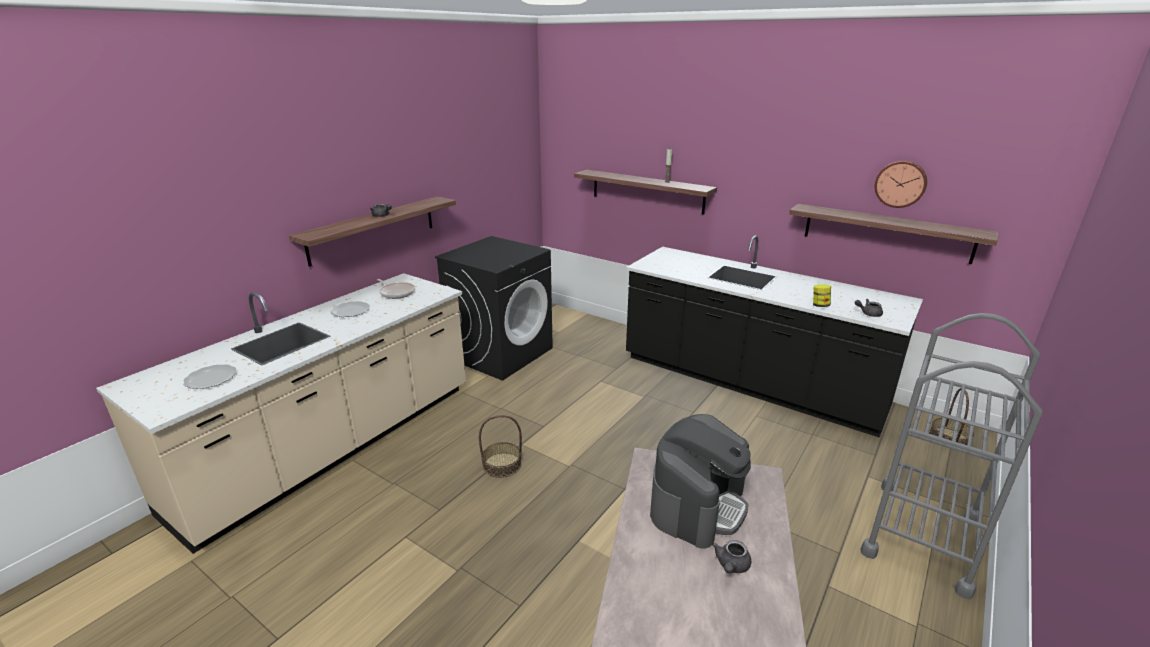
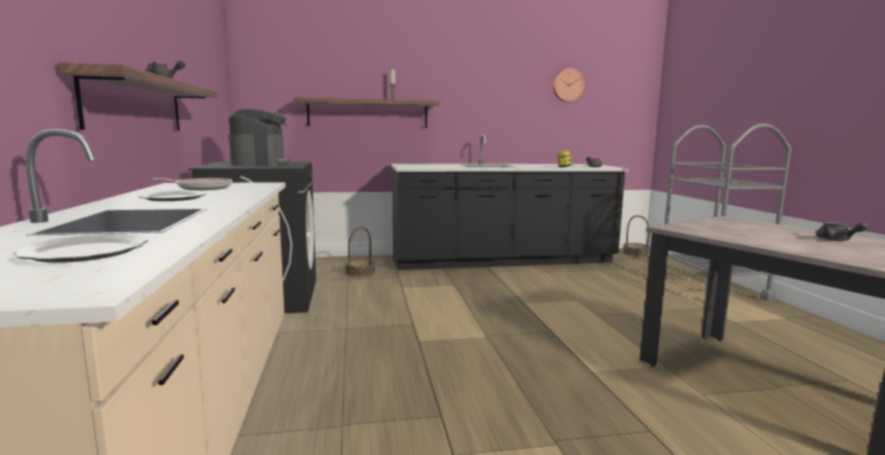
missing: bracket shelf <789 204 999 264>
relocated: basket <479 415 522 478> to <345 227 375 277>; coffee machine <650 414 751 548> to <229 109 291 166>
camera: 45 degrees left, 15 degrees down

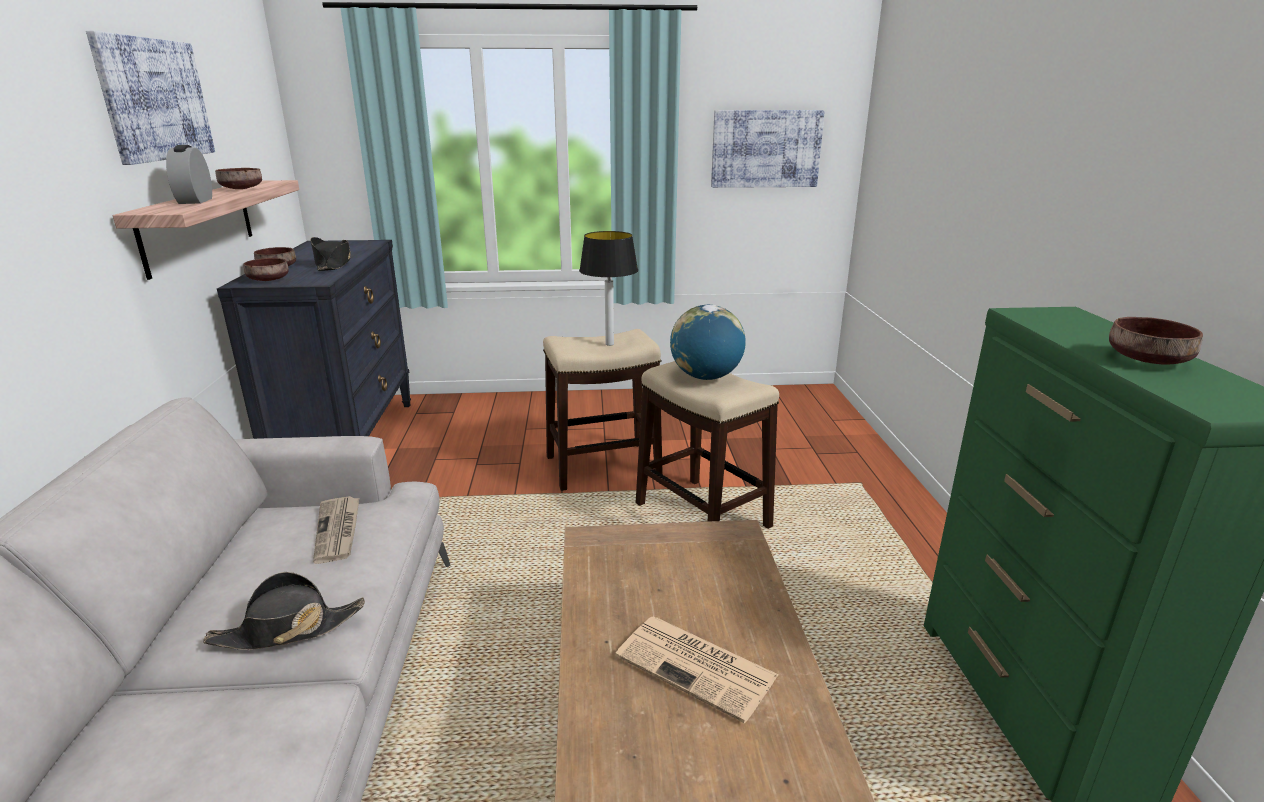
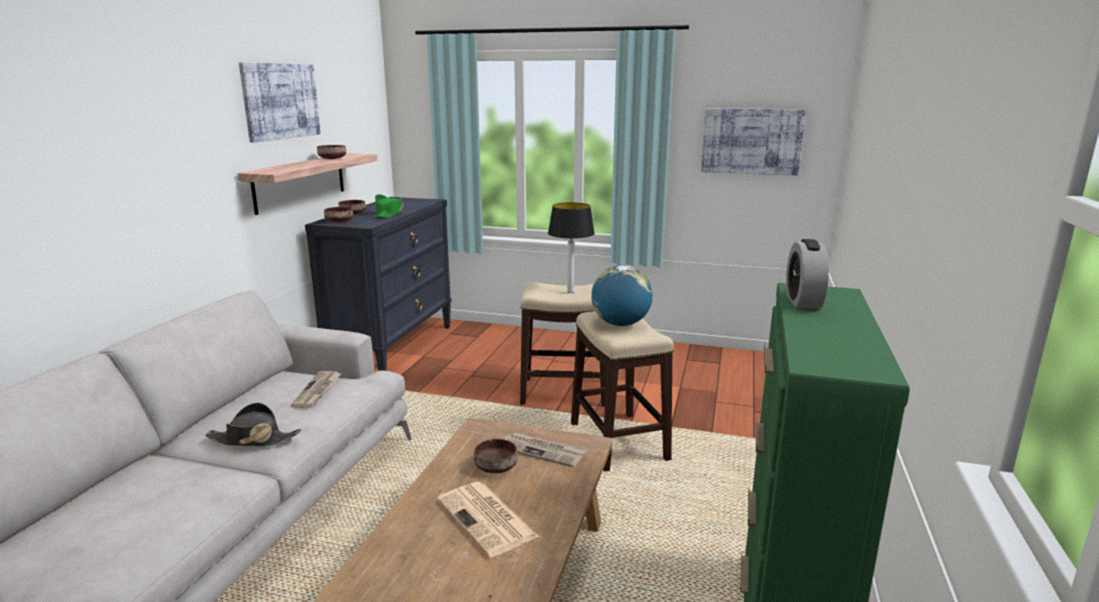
appeared: daily paper <504 432 587 467>
relocated: alarm clock <166 145 212 204> to <786 239 829 309>; deep dish/brown <1109 317 1203 365> to <474 439 518 473>
colour: hat/black-coloured <310 237 351 271> to hat/green-coloured <373 194 404 218>
camera: 20 degrees right, 5 degrees down

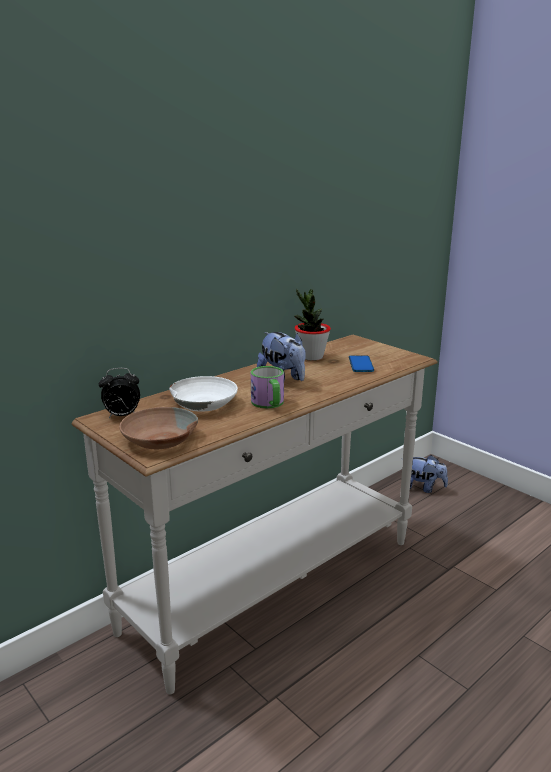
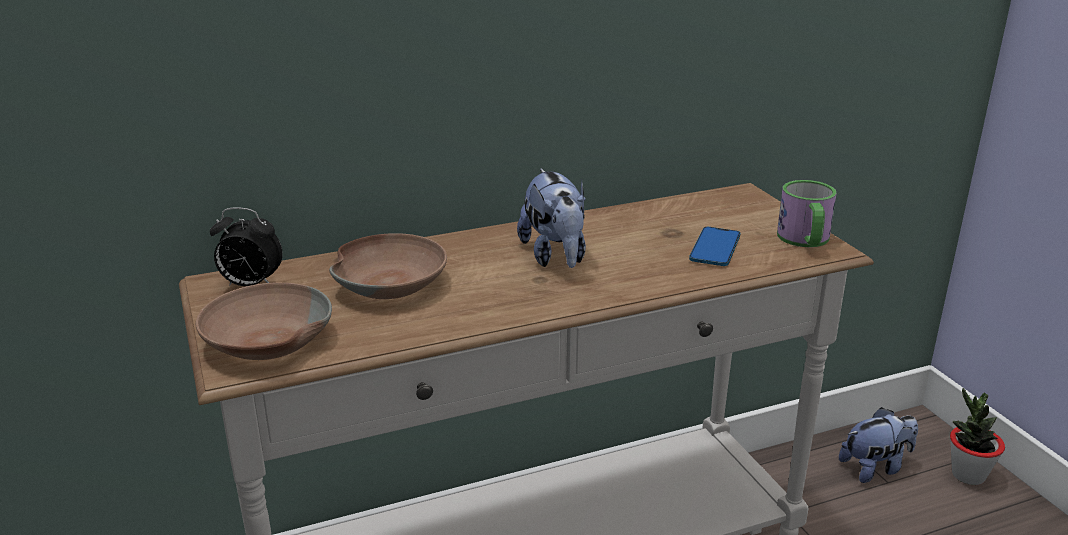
relocated: mug <251 366 284 409> to <777 180 837 247>; potted plant <294 289 331 361> to <950 388 1005 485>
colour: deep dish/whitish <169 376 238 412> to deep dish/brown <329 233 447 299>
spun: plush toy <410 455 448 493> = <839 407 918 483> 60 degrees counterclockwise
camera: 20 degrees right, 5 degrees up

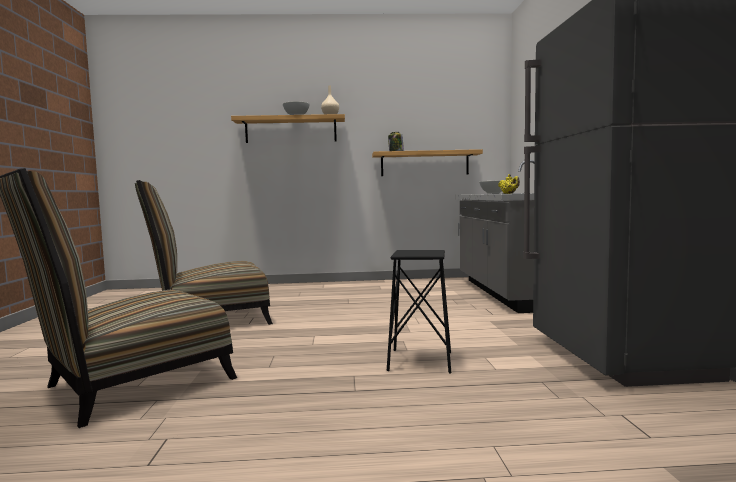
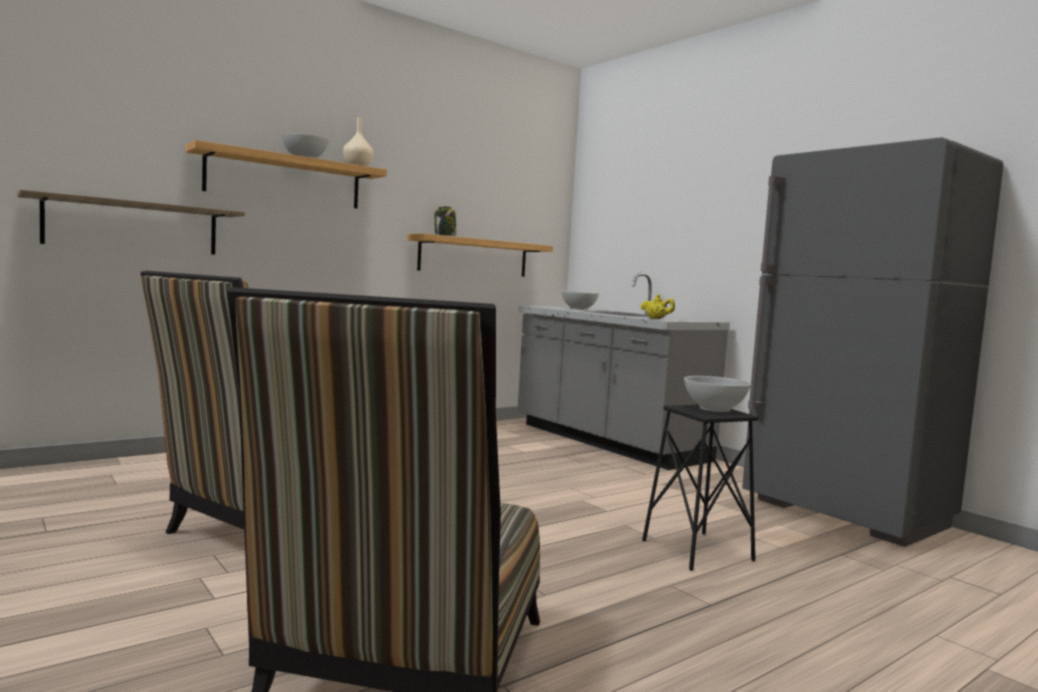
appeared: bracket shelf <17 190 245 255>; deep dish/whitish <684 376 751 412>
camera: 35 degrees left, 0 degrees up

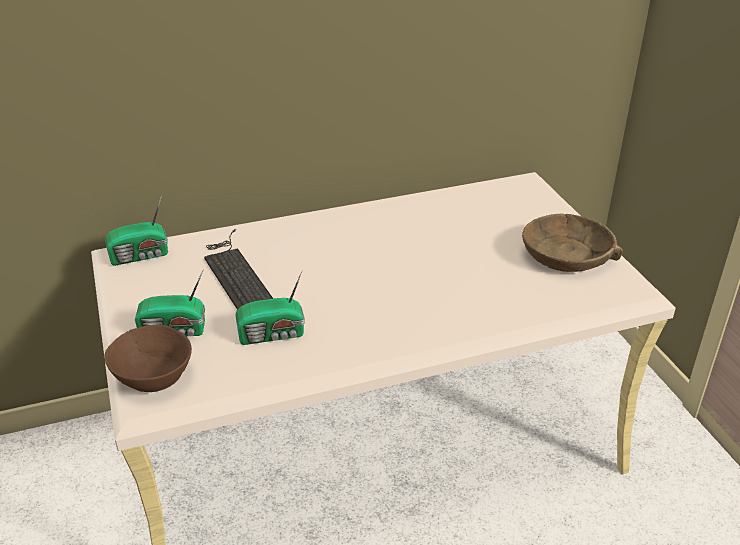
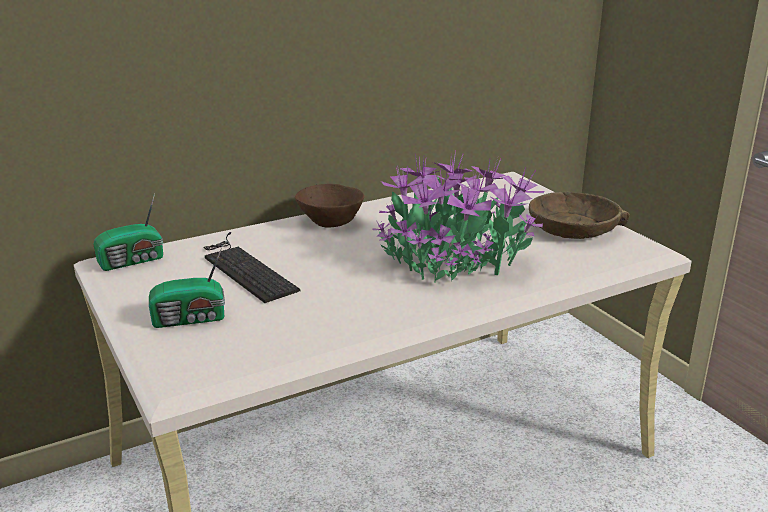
missing: radio <235 270 305 345>
appeared: potted plant <373 150 544 281>
relocated: deep dish/brown <104 325 192 392> to <295 184 364 228>
camera: 10 degrees left, 10 degrees down

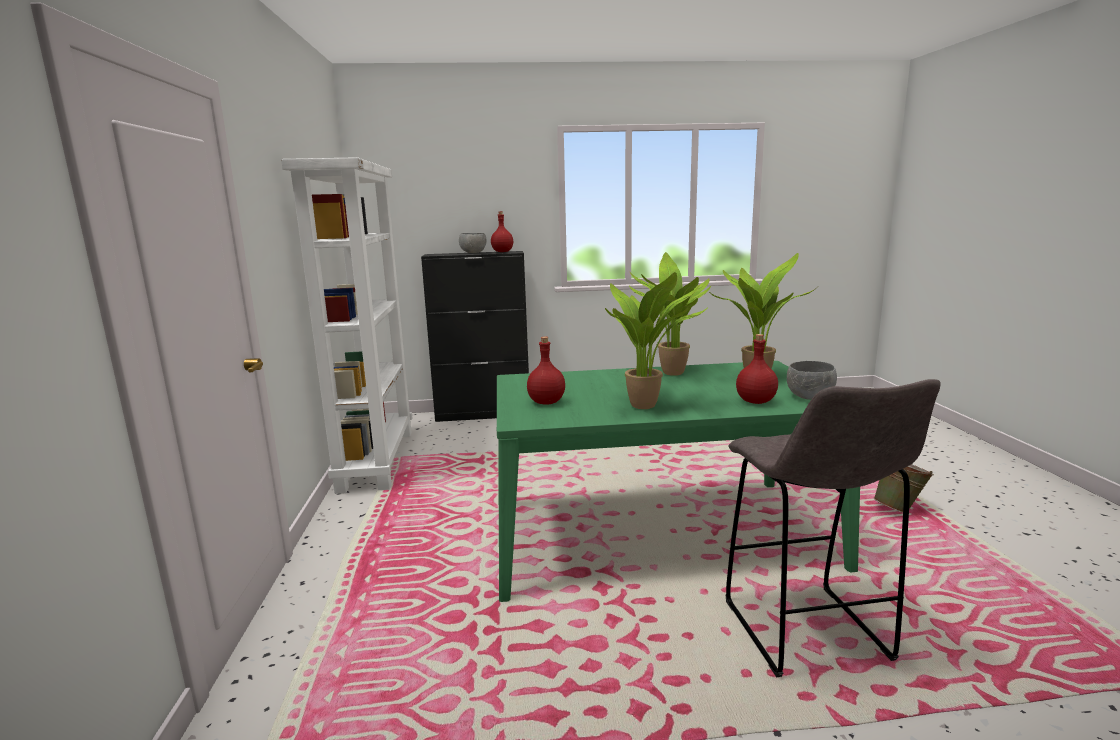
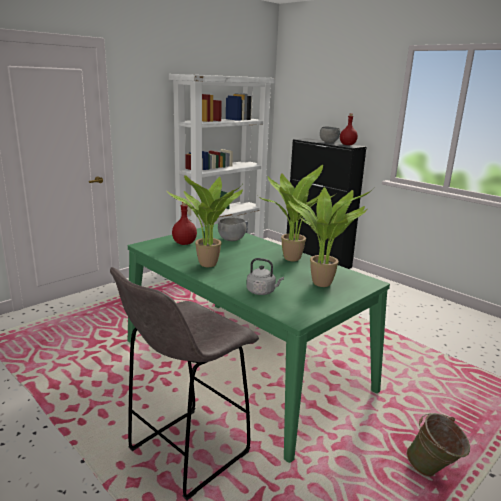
relocated: deep dish/grey <787 361 837 400> to <218 217 246 241>
exchanged: beverage bottle/reddish <736 334 778 404> to water kettle/grey <246 258 284 295>
camera: 50 degrees right, 5 degrees up

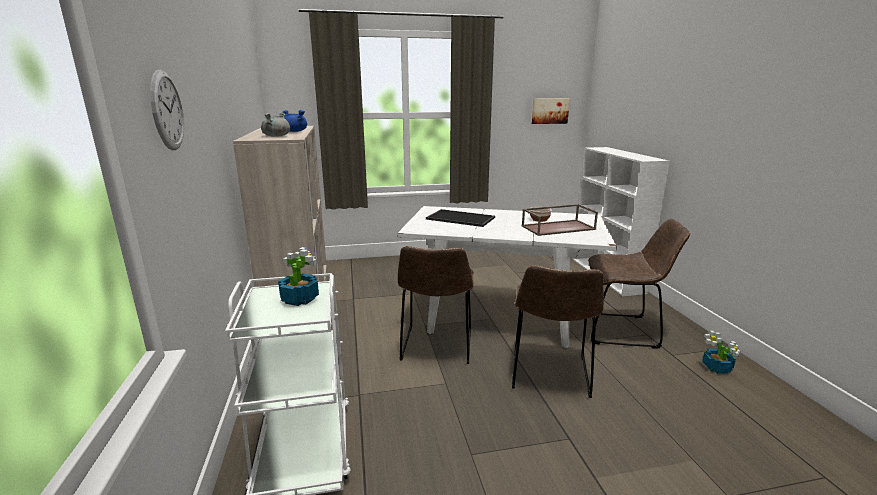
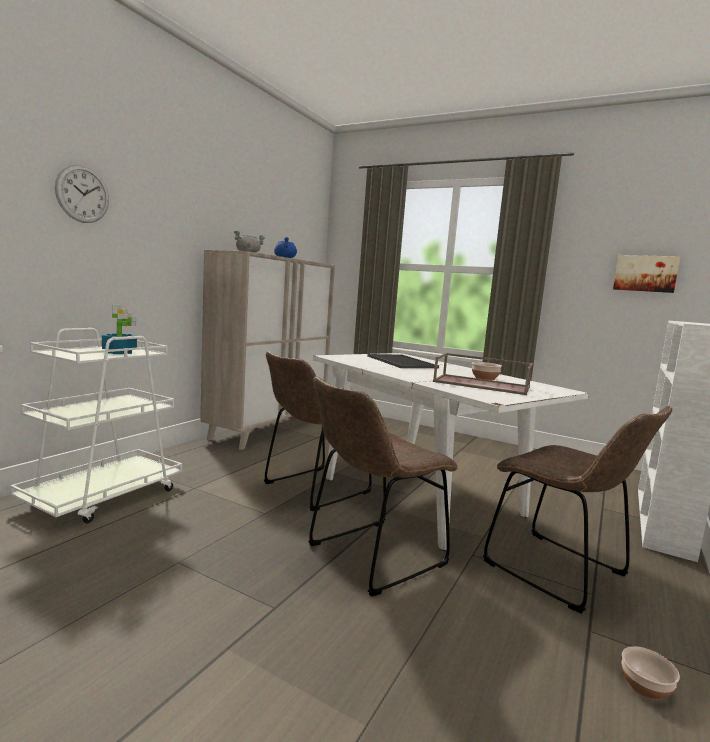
exchanged: potted plant <702 331 741 374> to deep dish <621 646 680 700>
camera: 40 degrees right, 10 degrees down

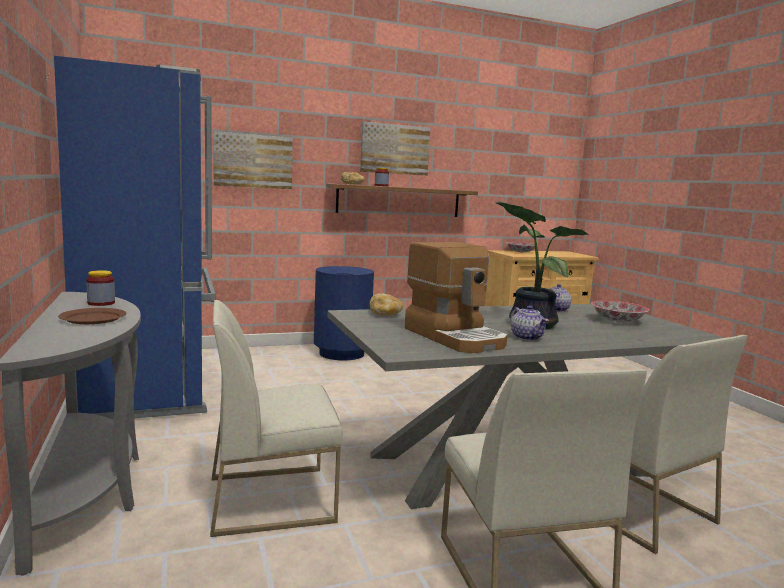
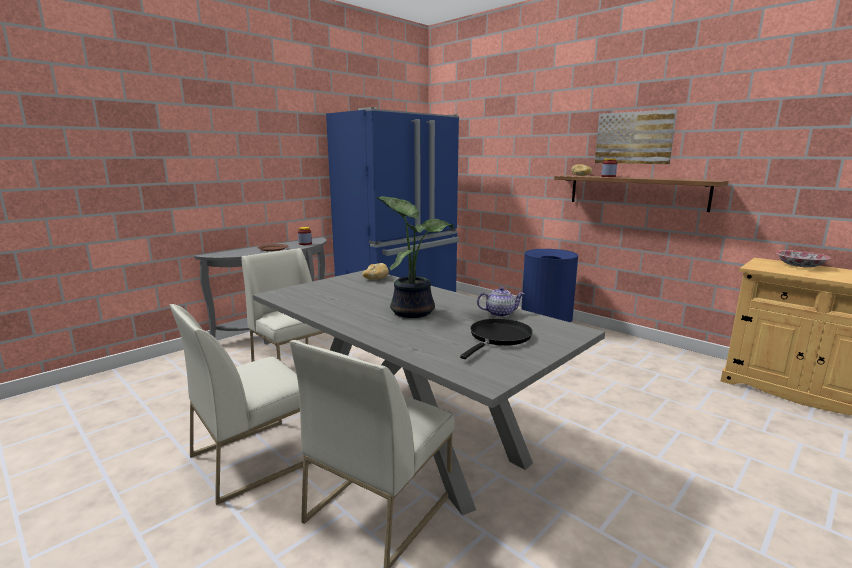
missing: wall picture <213 132 293 189>; coffee machine <405 242 507 353>; pot for tea <510 305 548 341>
exchanged: deep dish <591 301 649 322> to skillet/black-coloured <460 319 533 359>
camera: 65 degrees right, 5 degrees up

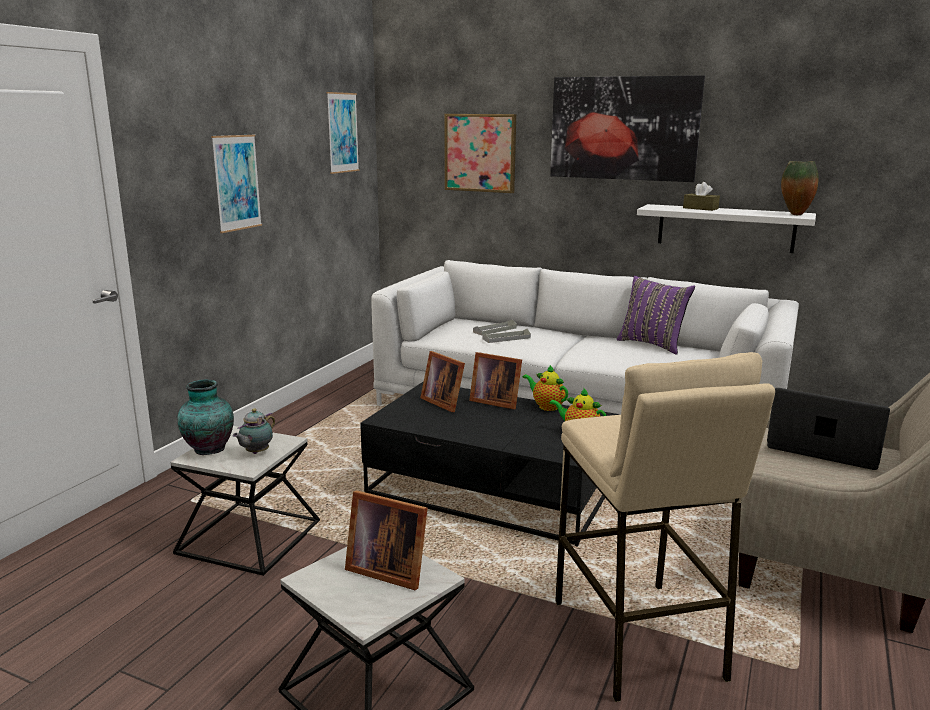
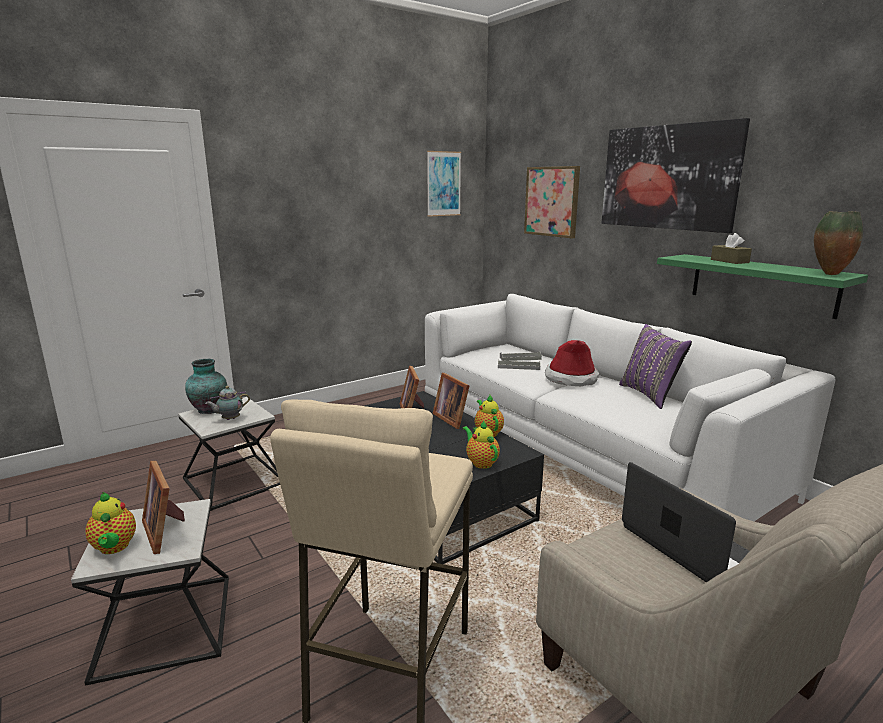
missing: wall picture <211 135 262 233>
appeared: pot for tea <85 492 136 554>; hat <545 340 599 386>
colour: bracket shelf/whitish <637 204 816 253> to bracket shelf/green-coloured <657 254 868 319>
camera: 30 degrees right, 0 degrees up

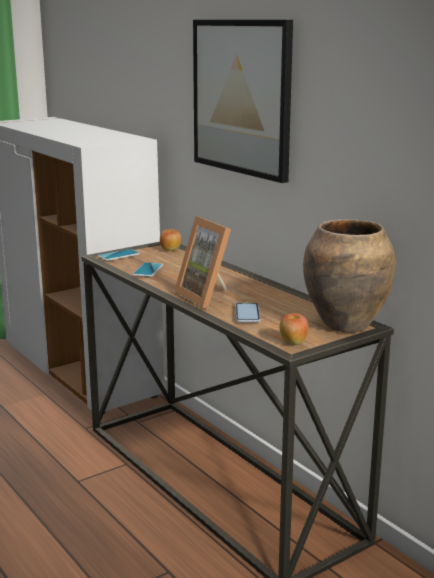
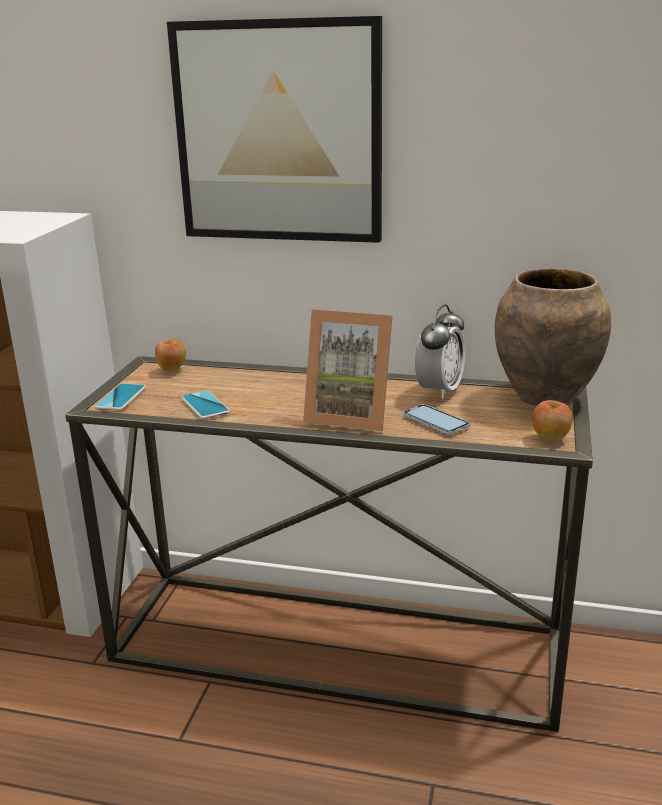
appeared: alarm clock <415 304 465 399>
camera: 40 degrees left, 5 degrees up

